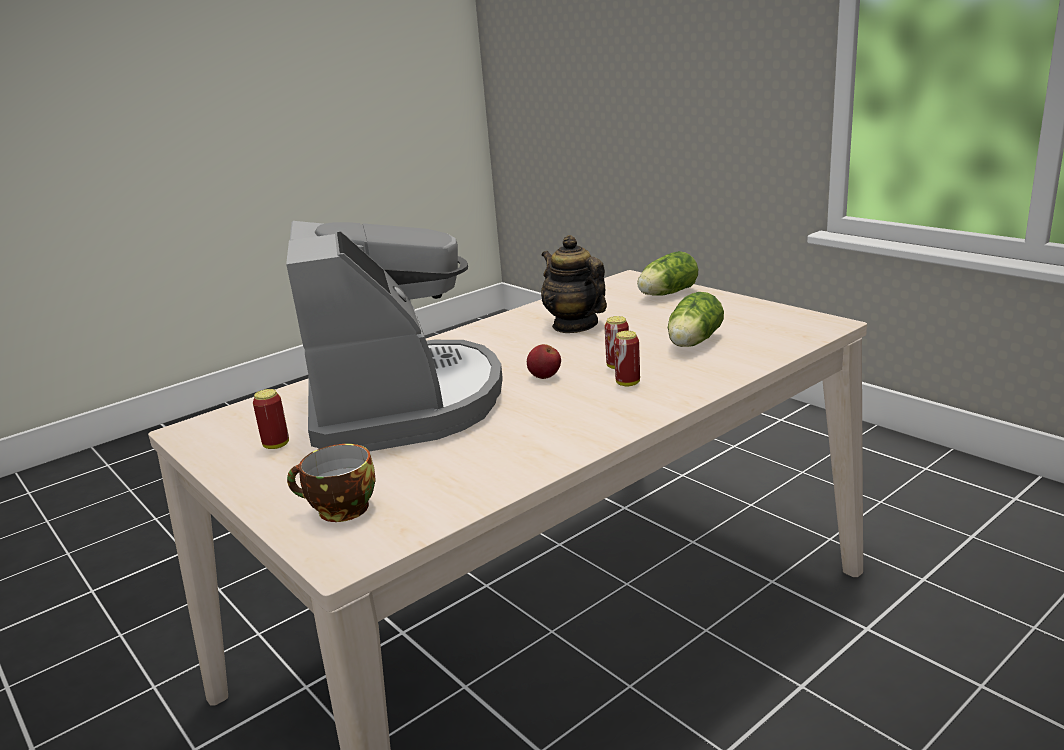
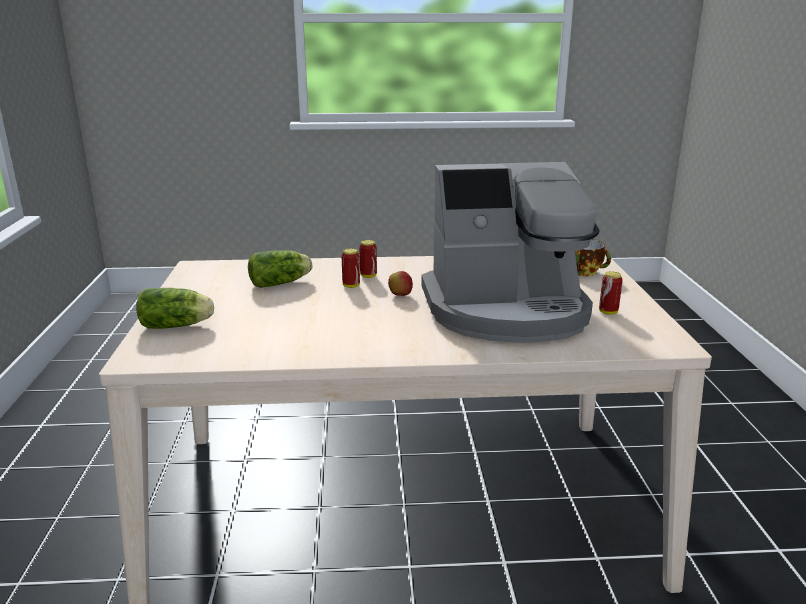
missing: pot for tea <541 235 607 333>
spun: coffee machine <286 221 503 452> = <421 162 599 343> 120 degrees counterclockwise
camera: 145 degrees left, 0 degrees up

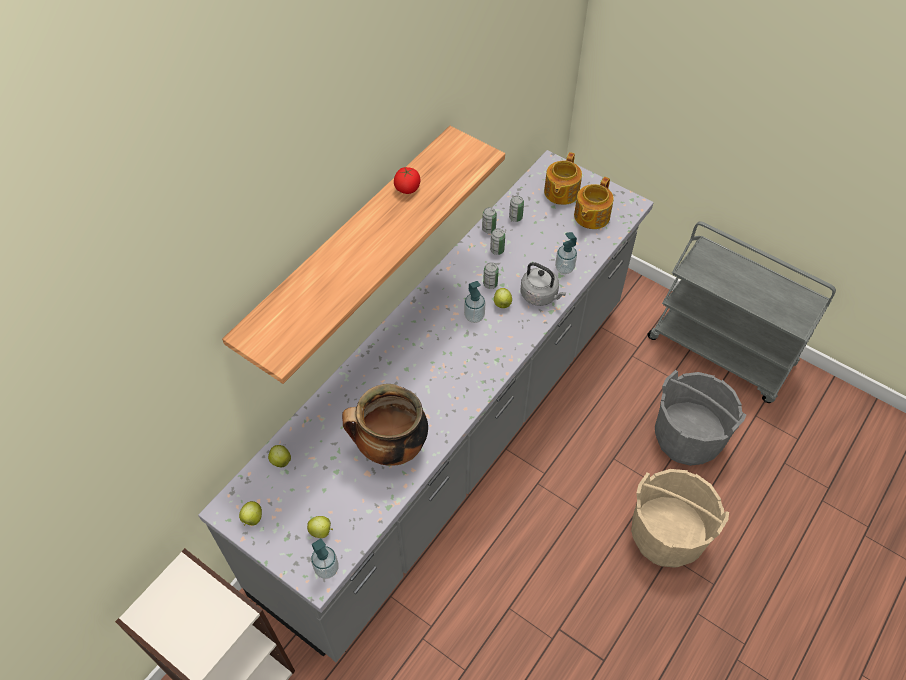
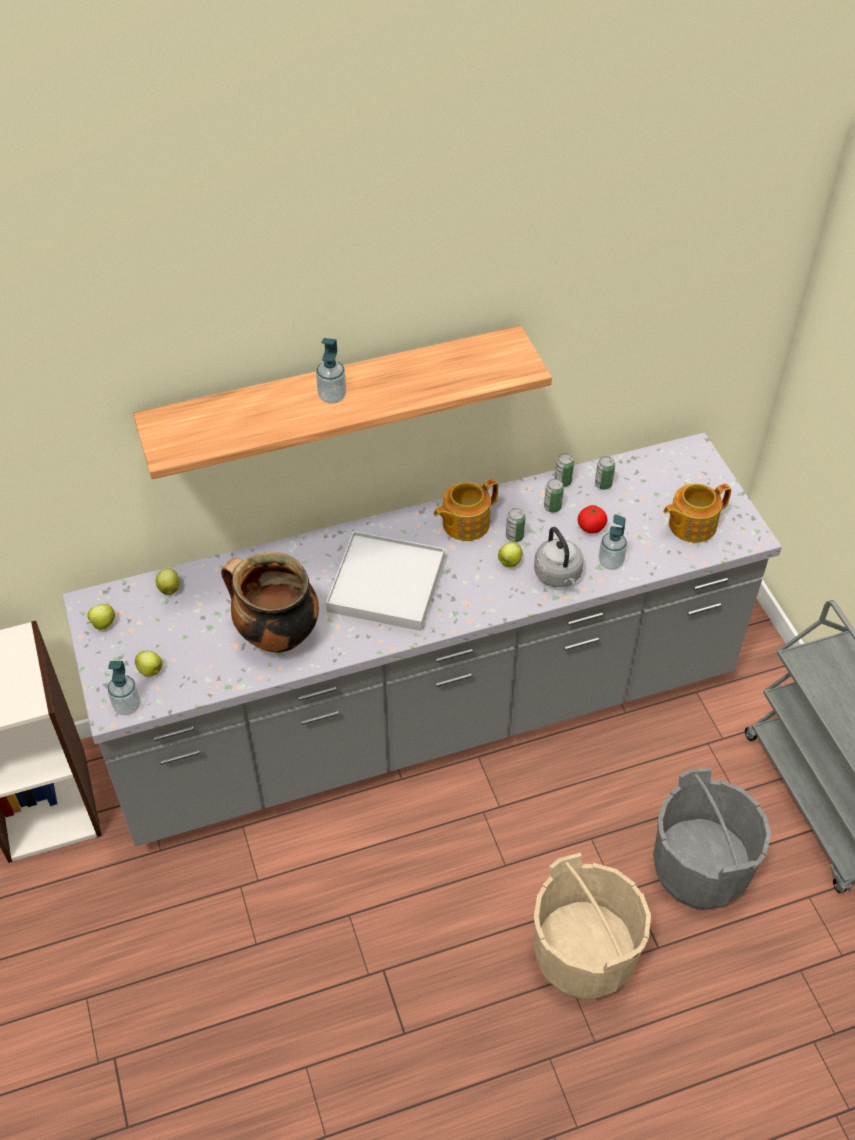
appeared: serving tray/whitish <326 531 445 631>
relocated: tomato <394 167 420 194> to <578 505 608 534>; liquid soap bottle <464 281 486 323> to <316 338 346 404>; pot for tea <544 152 582 205> to <433 479 498 541>
camera: 35 degrees right, 5 degrees down

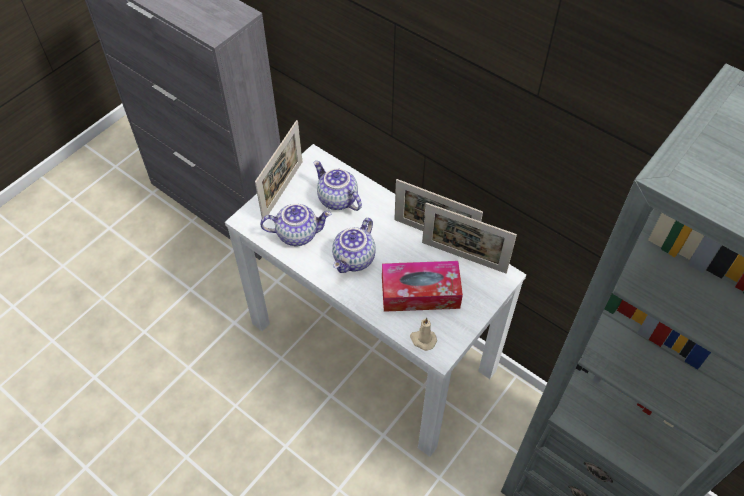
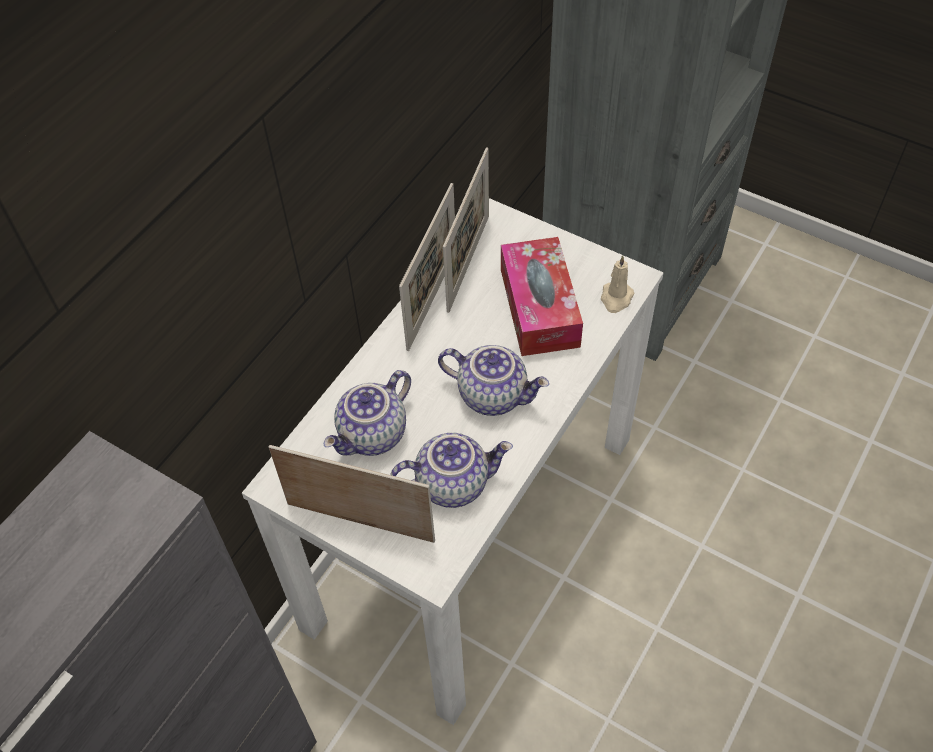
spun: pot for tea <260 204 331 246> = <390 433 513 508> 90 degrees clockwise
camera: 95 degrees left, 0 degrees up

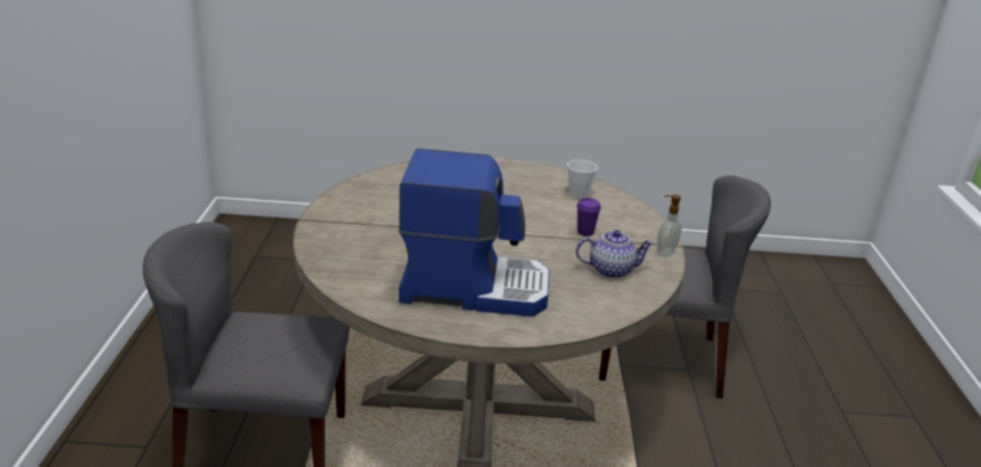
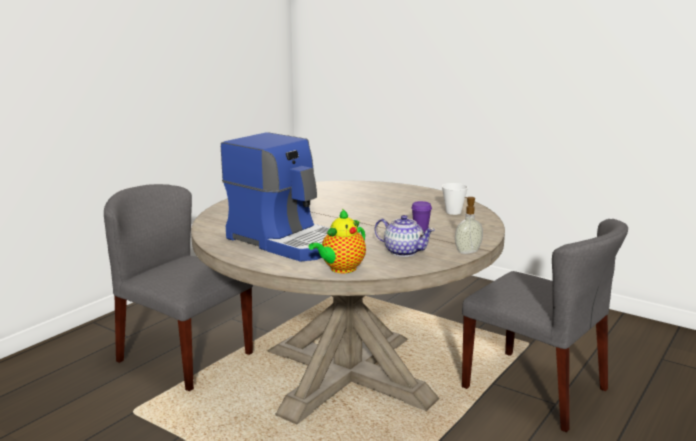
appeared: pot for tea <308 209 366 273>
camera: 35 degrees right, 10 degrees down

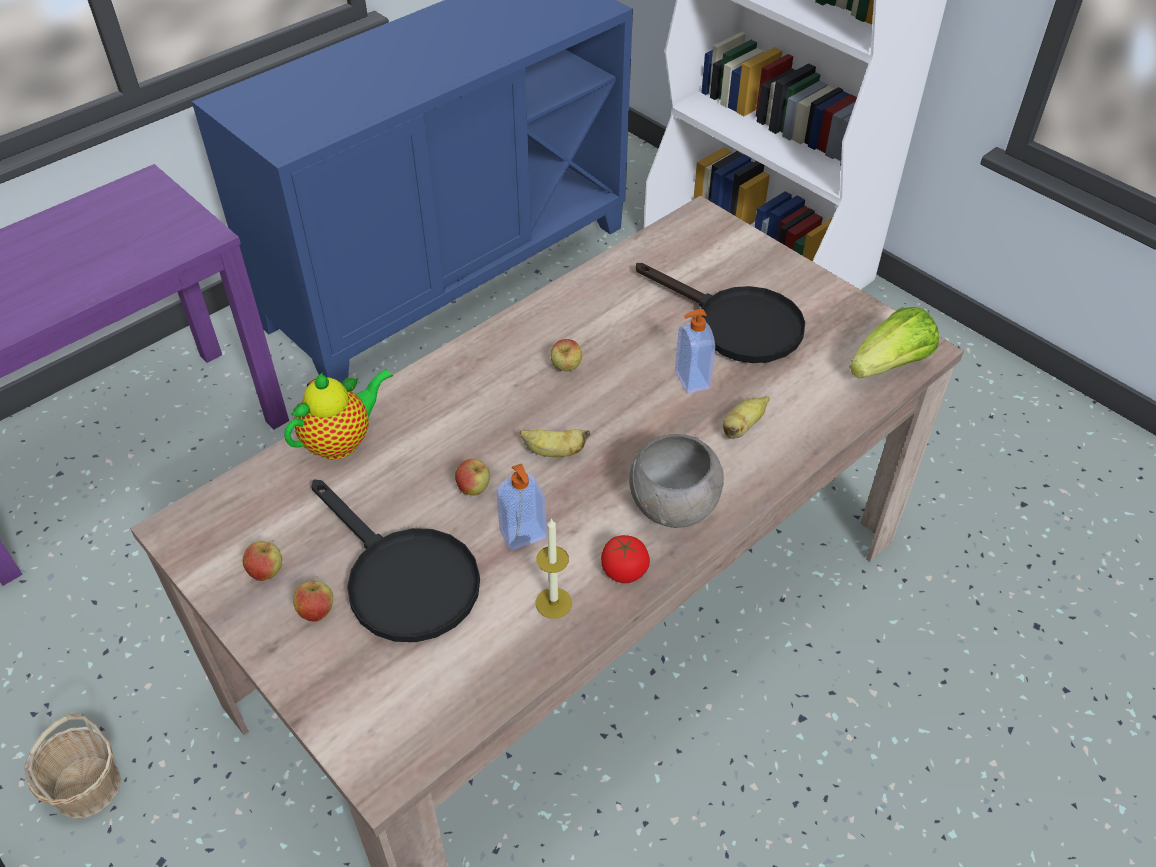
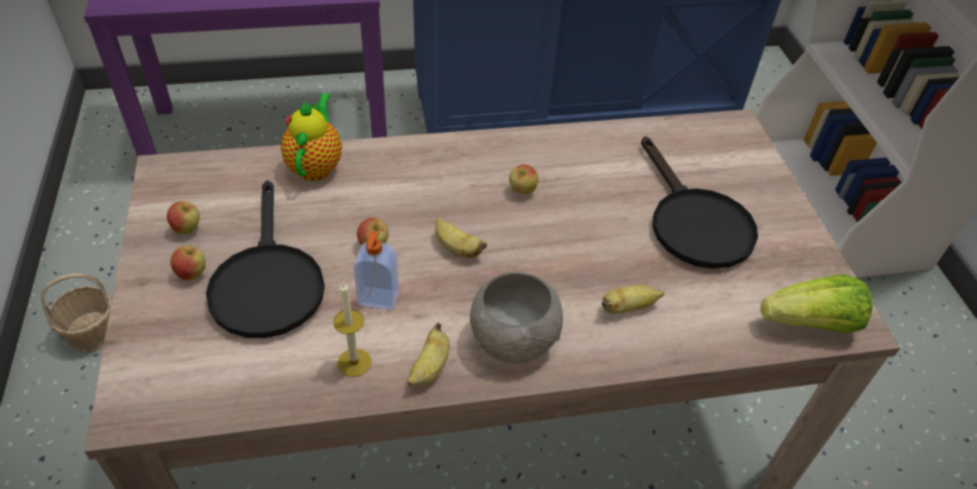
missing: liquid soap bottle <675 309 715 394>
exchanged: tomato <601 535 650 583> to whole banana <407 322 450 387>
spun: pot for tea <284 369 393 460> = <281 93 342 181> 75 degrees counterclockwise
camera: 30 degrees right, 0 degrees up

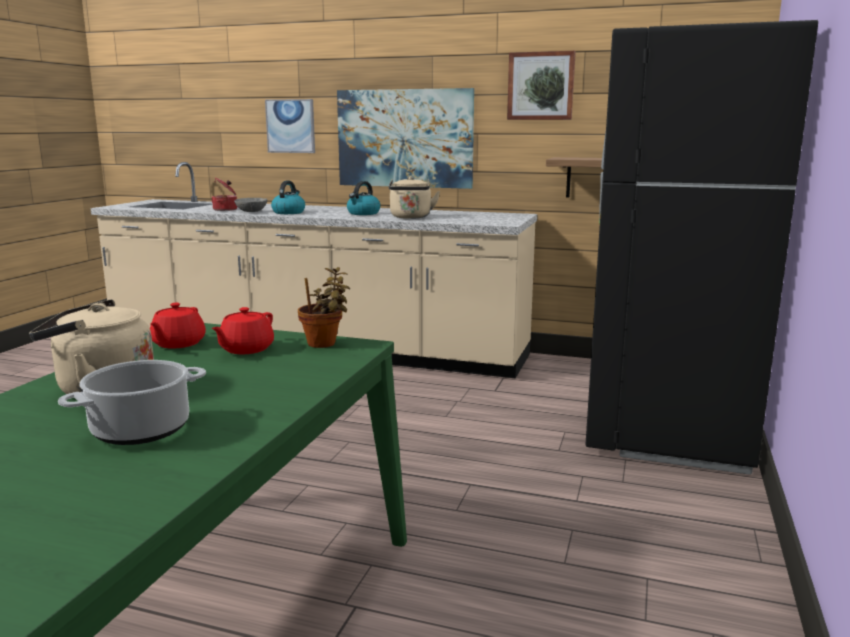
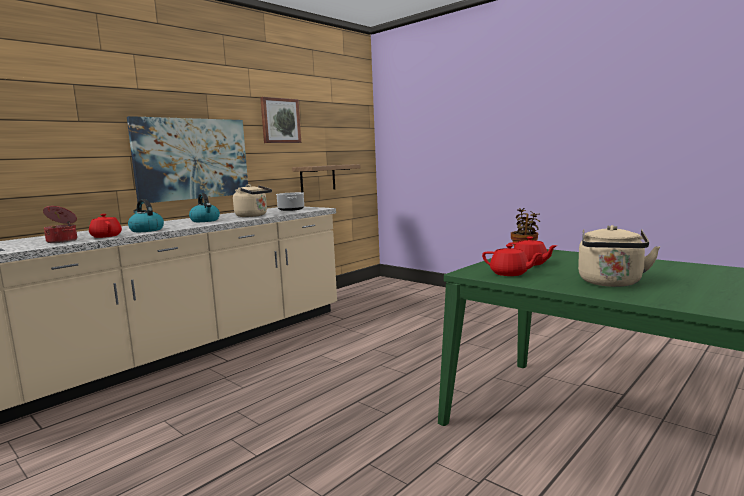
missing: wall picture <265 99 315 153>; refrigerator/black-coloured <585 20 818 475>
relocated: cooking pot <58 360 206 445> to <276 192 304 211>
exchanged: deep dish/grey <234 198 267 212> to pot for tea/reddish <89 214 122 238>
camera: 65 degrees left, 5 degrees down

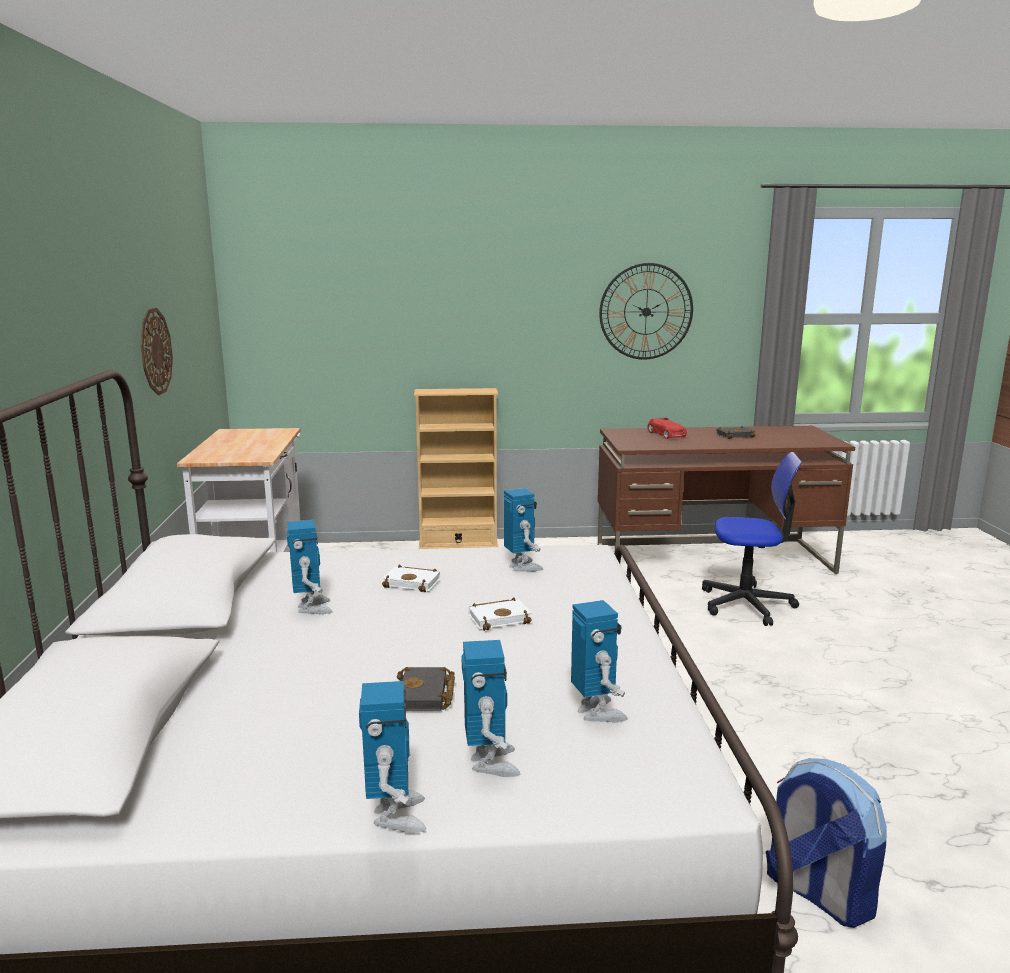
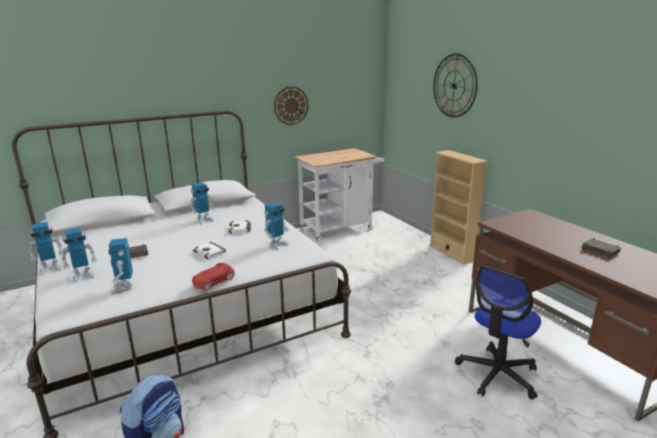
relocated: wall clock <599 263 693 360> to <433 53 478 117>; toy car/reddish <647 417 687 439> to <192 263 235 291>
spun: model robot <571 600 628 722> = <108 238 133 294> 120 degrees clockwise; office chair <702 452 802 626> = <455 266 541 400> 60 degrees clockwise
camera: 65 degrees right, 5 degrees up

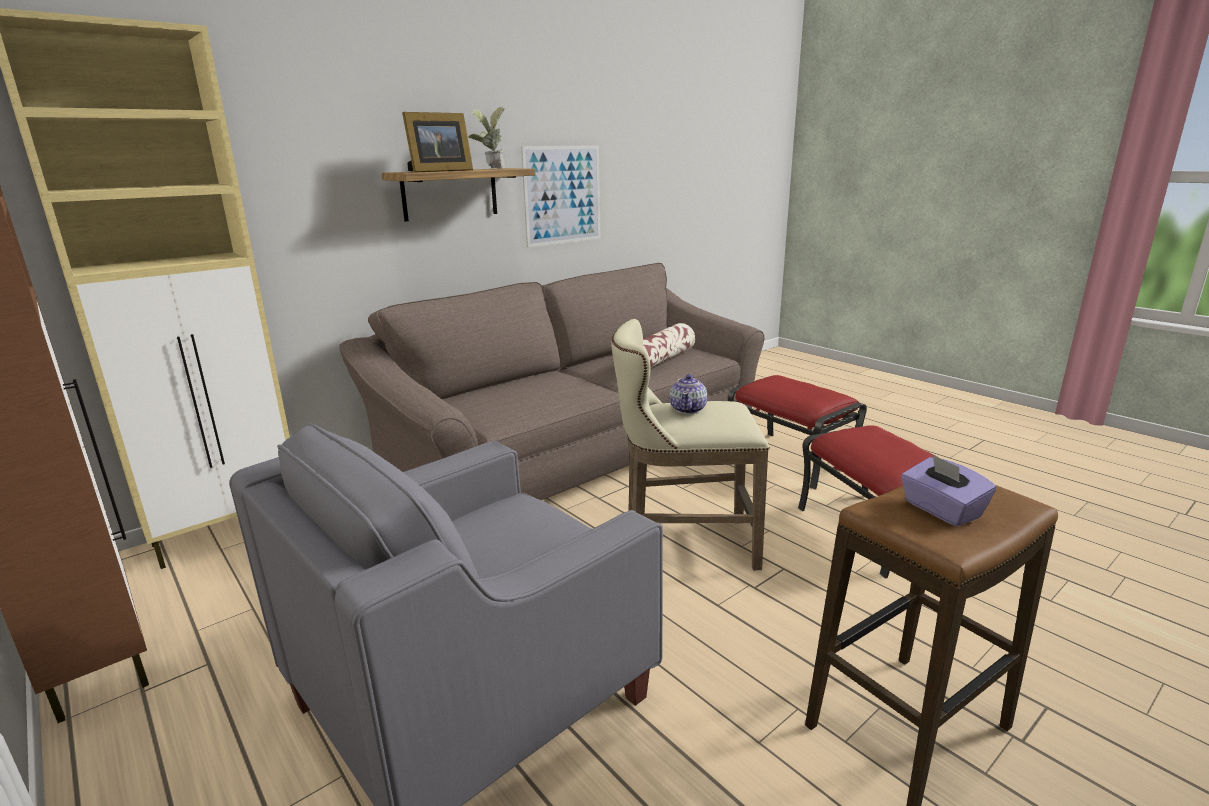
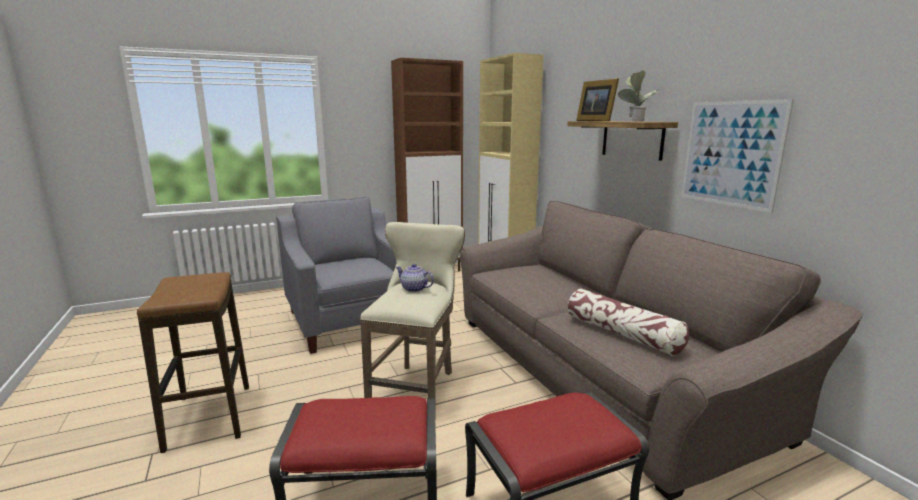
missing: box of tissues/purple <901 454 996 526>
camera: 105 degrees right, 5 degrees down

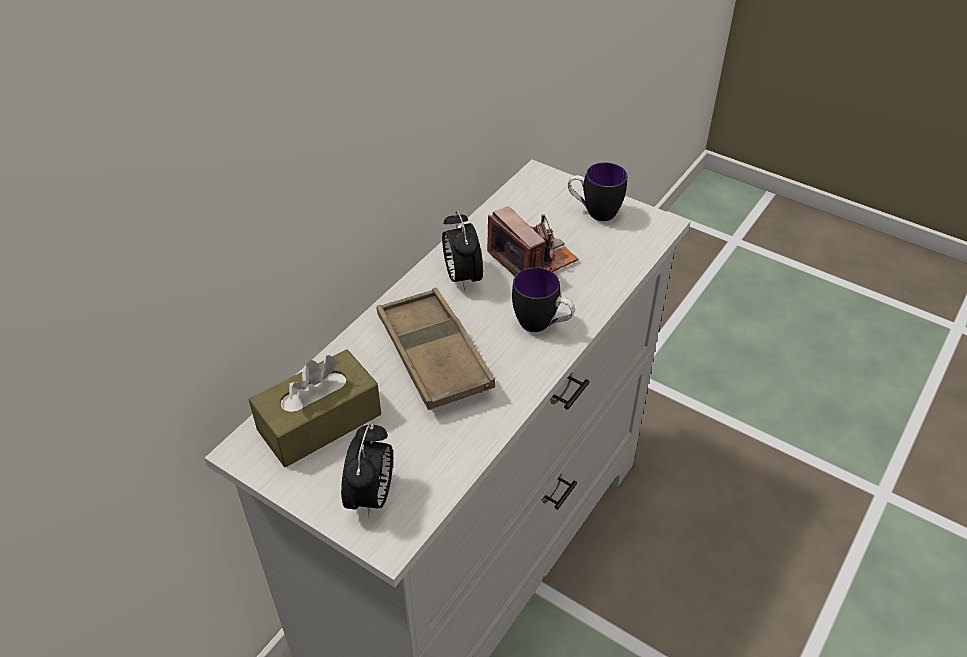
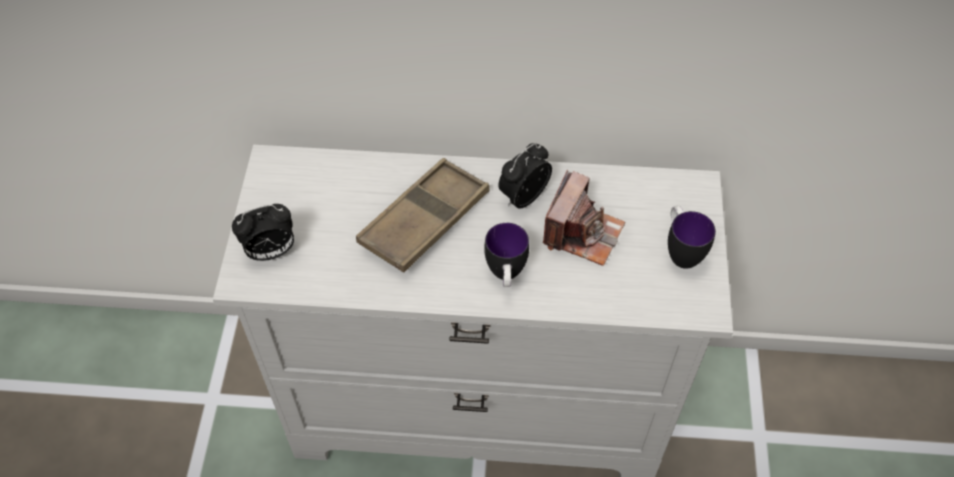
missing: box of tissues/brown <249 349 381 467>
camera: 60 degrees right, 10 degrees up

